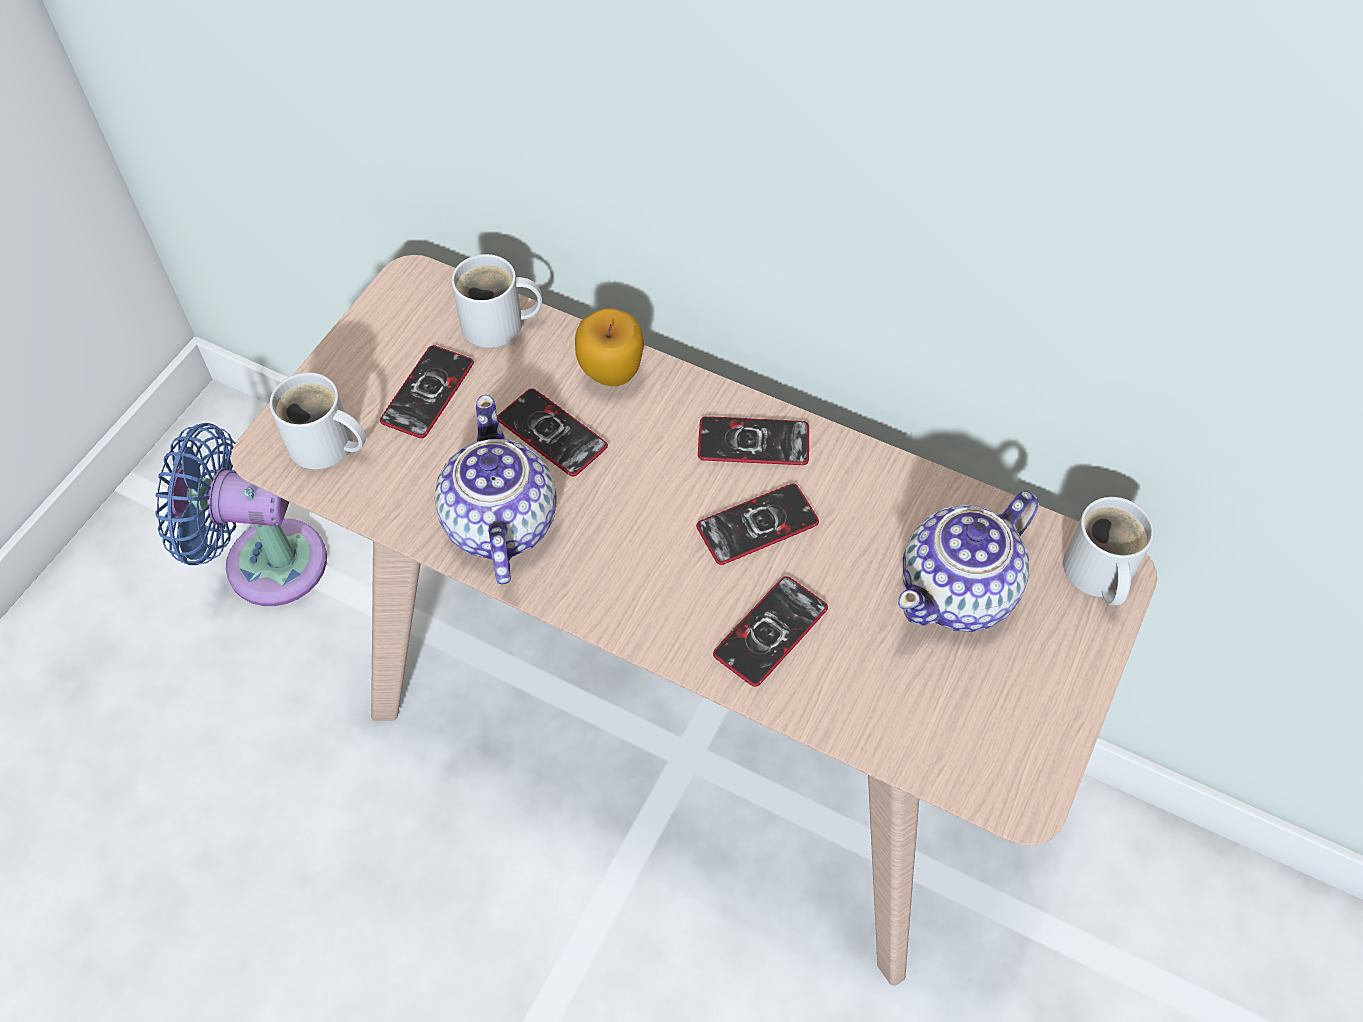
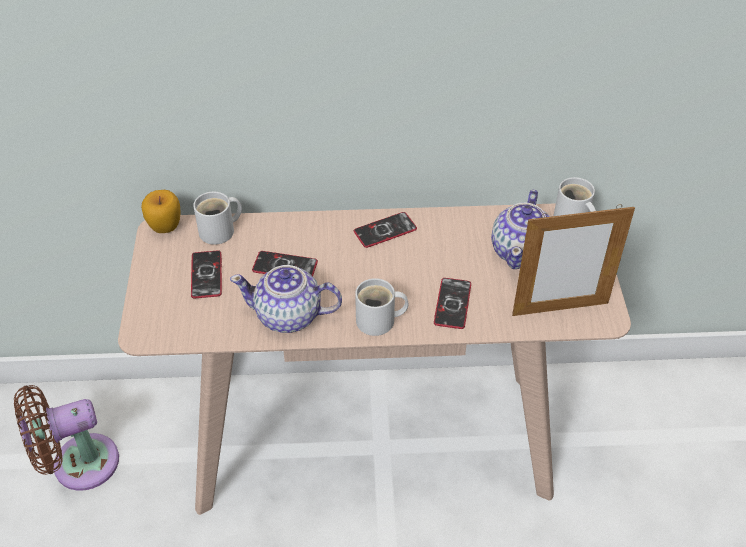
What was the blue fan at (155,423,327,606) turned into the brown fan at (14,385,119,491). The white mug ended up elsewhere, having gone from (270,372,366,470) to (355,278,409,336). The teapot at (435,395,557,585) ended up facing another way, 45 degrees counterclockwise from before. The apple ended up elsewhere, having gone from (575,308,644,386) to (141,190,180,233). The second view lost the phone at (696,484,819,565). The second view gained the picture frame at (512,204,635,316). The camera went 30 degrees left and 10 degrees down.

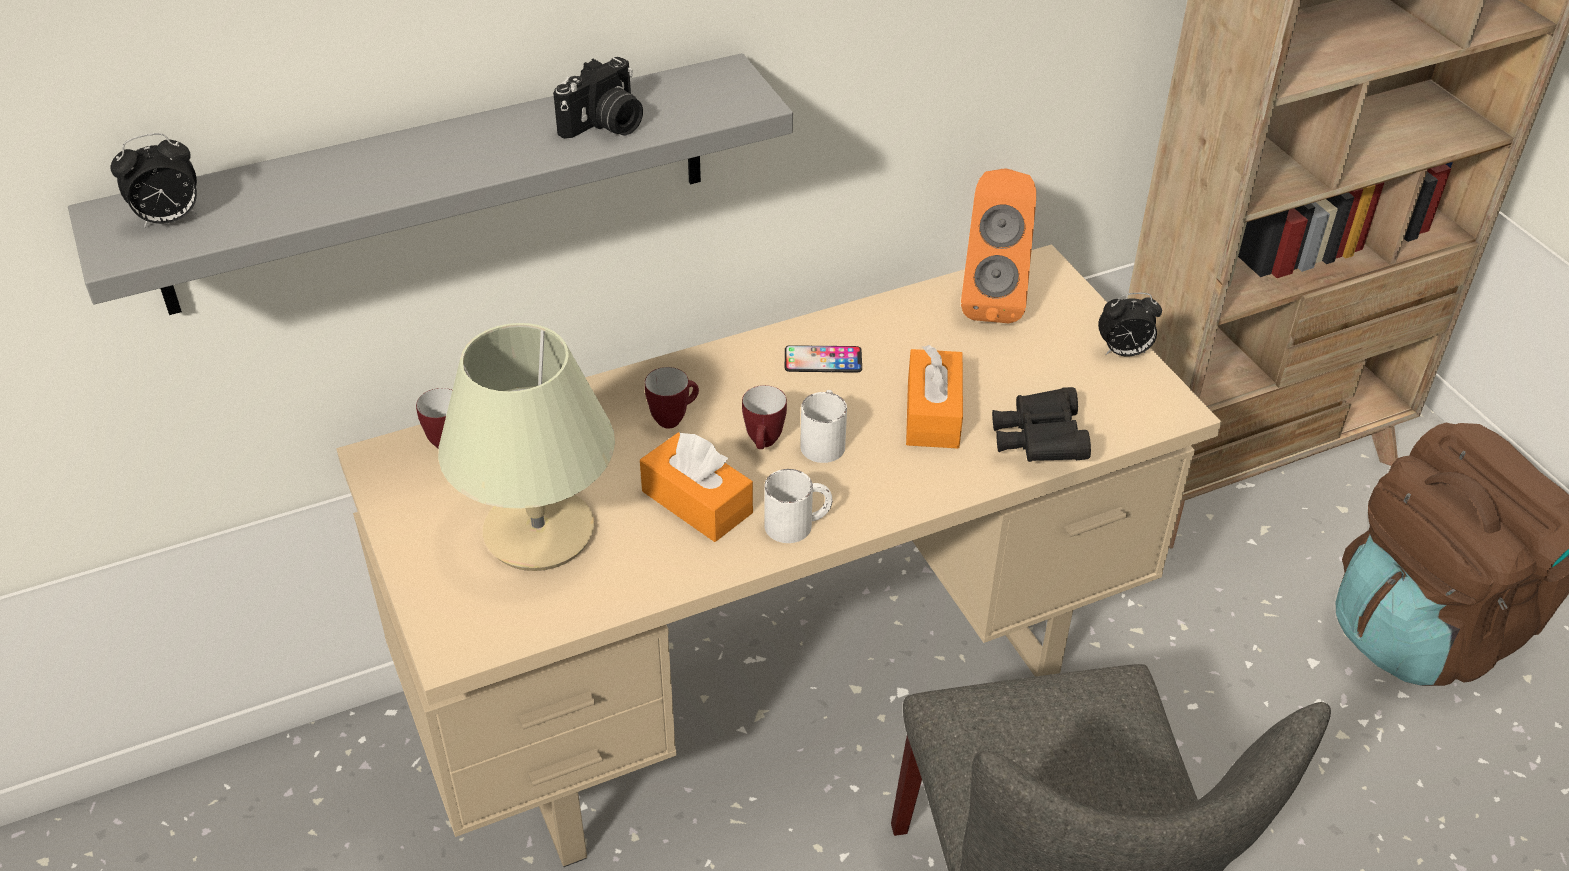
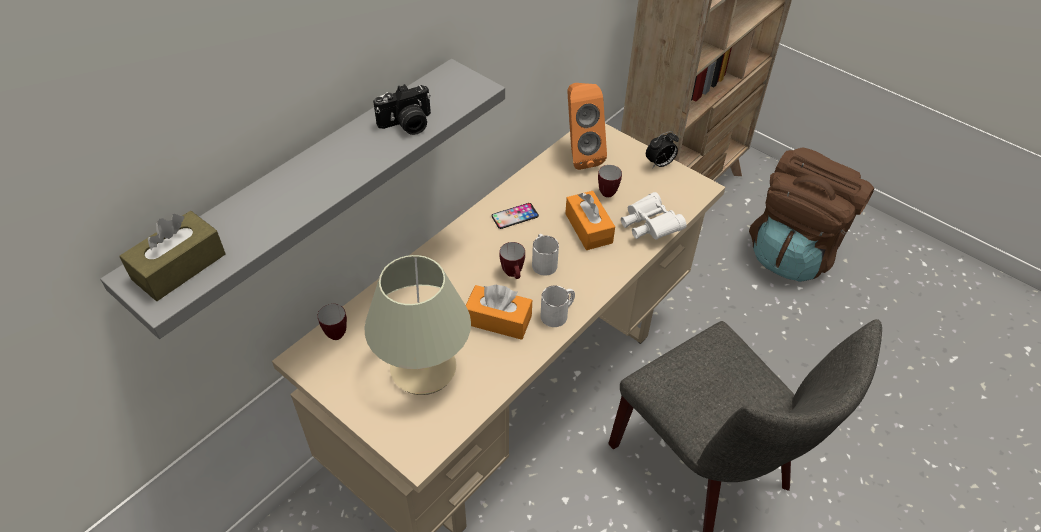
Where the alarm clock stood at (110,133,197,228), the brown tissue box came to stand at (119,211,226,301). The photo camera at (553,57,643,139) ended up facing another way, 45 degrees clockwise from before. The mug ended up elsewhere, having gone from (645,367,699,429) to (598,165,622,198). What was the black binoculars at (992,387,1091,462) turned into the white binoculars at (621,192,686,240). The camera went 25 degrees left and 5 degrees up.

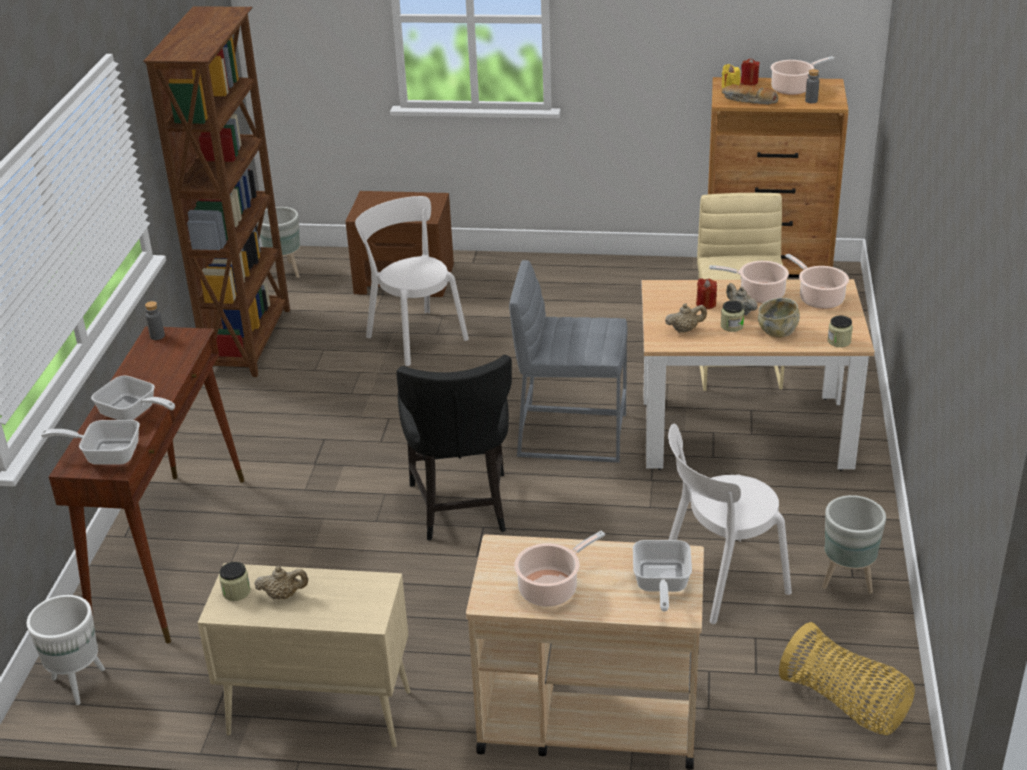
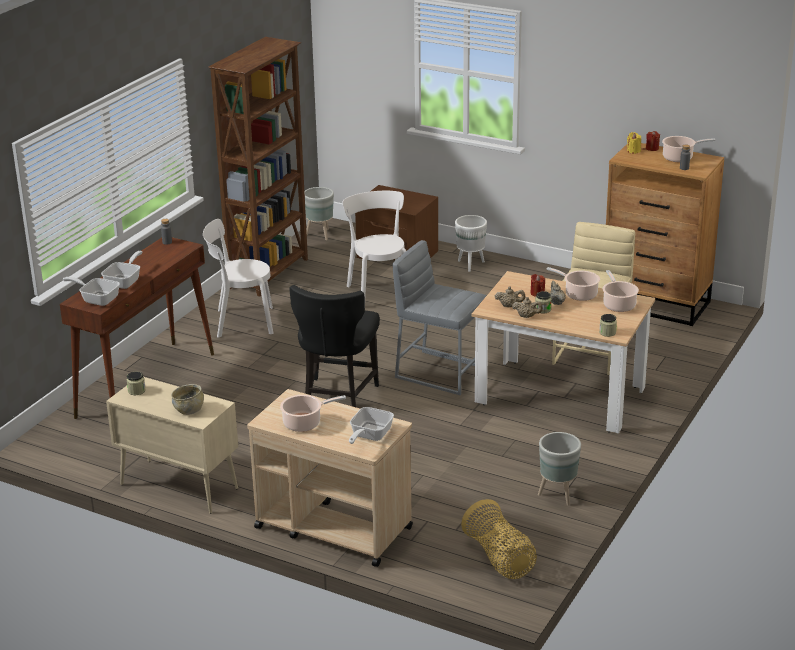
The white planter ended up elsewhere, having gone from (27,595,105,705) to (455,215,487,272). The frying pan at (91,375,175,420) ended up facing another way, 120 degrees counterclockwise from before. The beige teapot ended up elsewhere, having gone from (254,566,309,600) to (512,297,543,318). The white chair ended up elsewhere, having gone from (668,423,792,624) to (203,219,273,337). The second view lost the bread at (722,84,778,105). The beige bowl ended up elsewhere, having gone from (758,298,800,338) to (171,384,204,415). The camera went 20 degrees right and 5 degrees down.

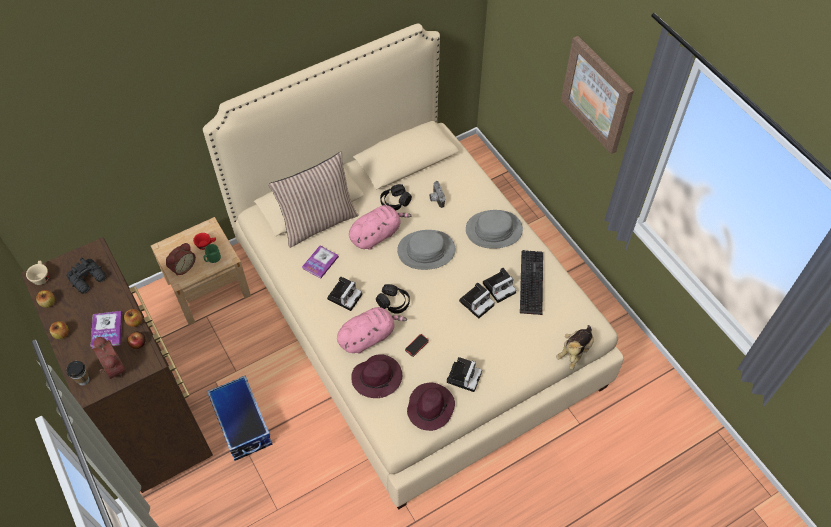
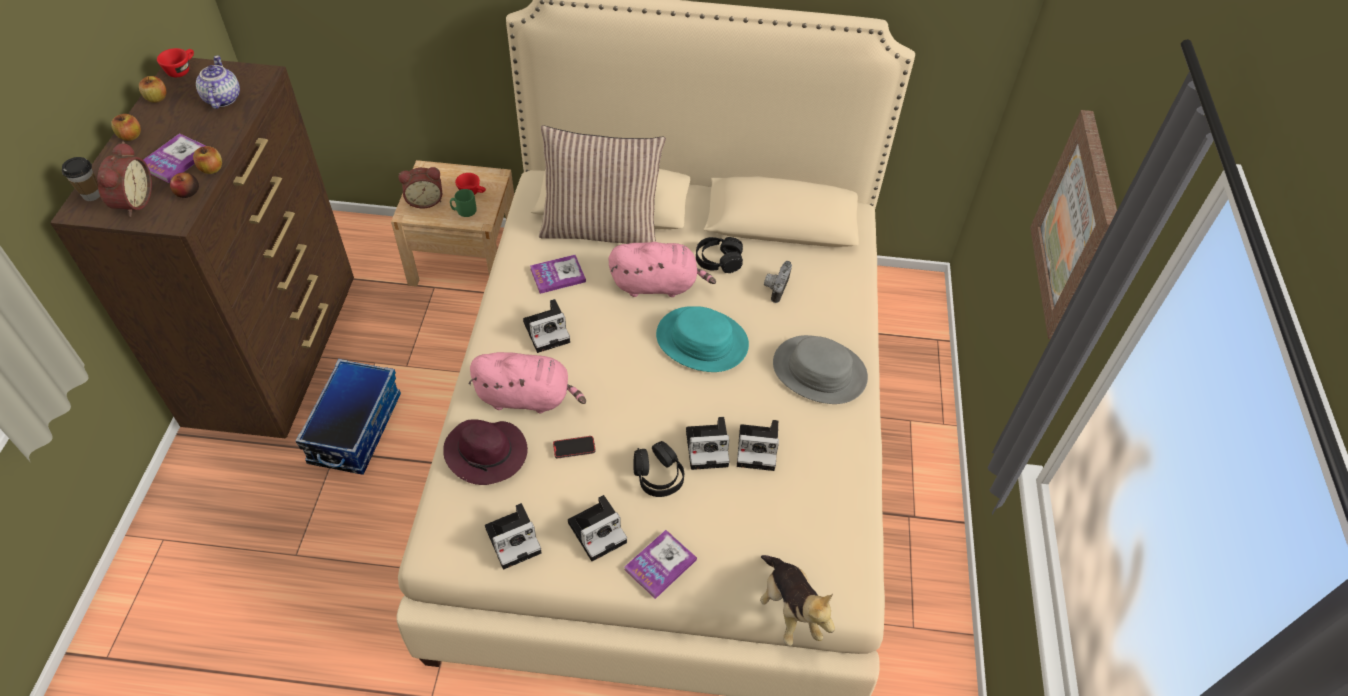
What was the beige cup at (26,261,49,285) turned into the red cup at (157,48,194,77). Where the black binoculars stood at (66,258,107,294), the teapot came to stand at (196,55,240,109). The black headphones ended up elsewhere, having gone from (376,284,410,314) to (633,441,684,497). What was the grey hat at (397,230,455,270) turned into the turquoise hat at (656,306,749,372). Where the purple hat stood at (407,383,455,431), the photo camera came to stand at (485,503,542,569). The second view lost the keyboard at (520,250,543,315). The plush toy at (556,325,594,370) ended up facing another way, 90 degrees counterclockwise from before. The second view gained the book at (624,530,697,599). The camera went 35 degrees right and 5 degrees down.

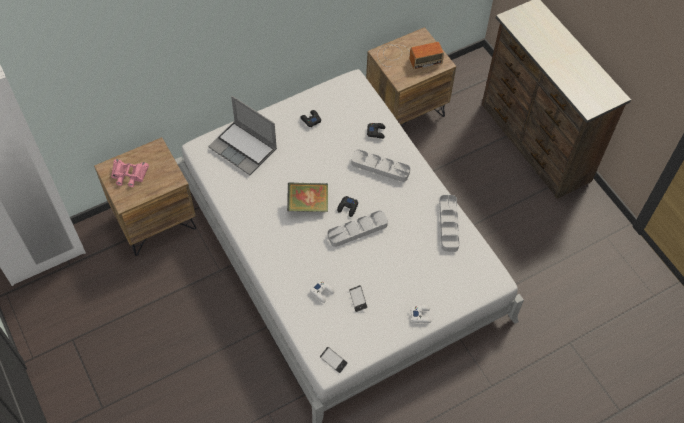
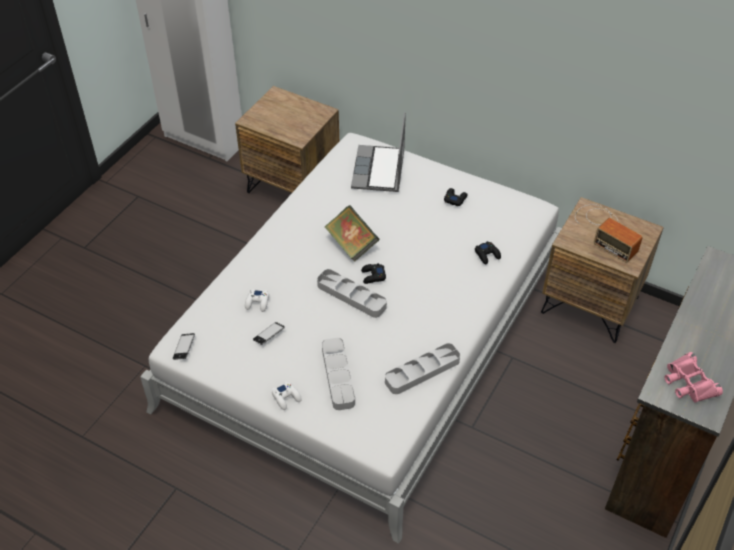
The pink binoculars ended up elsewhere, having gone from (111,159,149,187) to (664,352,723,403). The grey tray ended up elsewhere, having gone from (351,149,411,182) to (322,338,355,410). The camera went 60 degrees right and 10 degrees down.

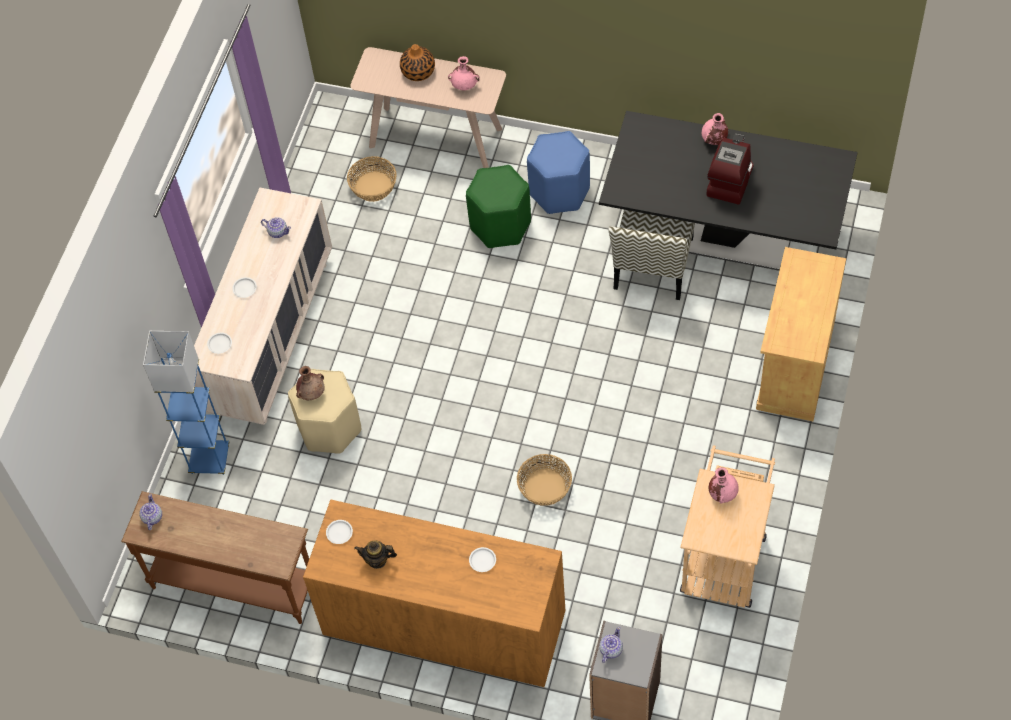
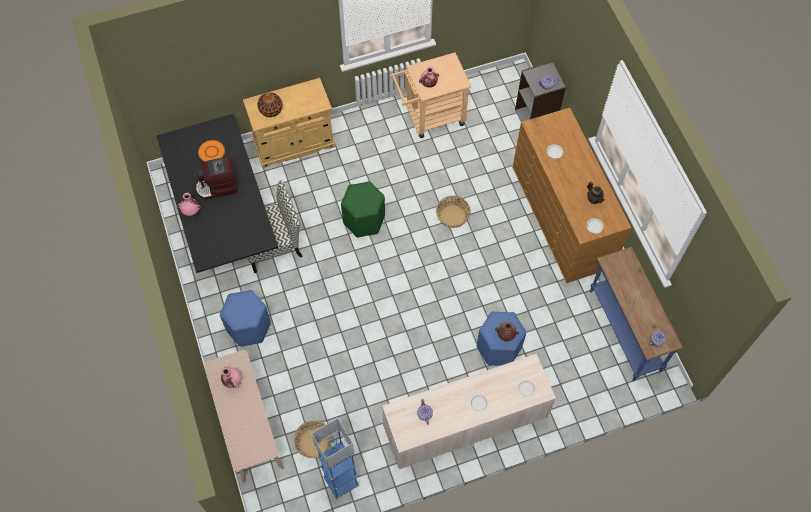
What was the brown console table at (121,491,309,624) turned into the blue console table at (590,247,683,381). The blue floor lamp ended up elsewhere, having gone from (143,331,229,475) to (311,418,359,499). What was the beige stool at (288,369,361,454) turned into the blue stool at (477,311,526,366). The vase ended up elsewhere, having gone from (400,44,435,81) to (258,92,283,117). The green stool ended up elsewhere, having gone from (466,165,531,248) to (341,181,385,237). The second view gained the orange plate at (198,140,225,162). The camera went 130 degrees left and 5 degrees up.

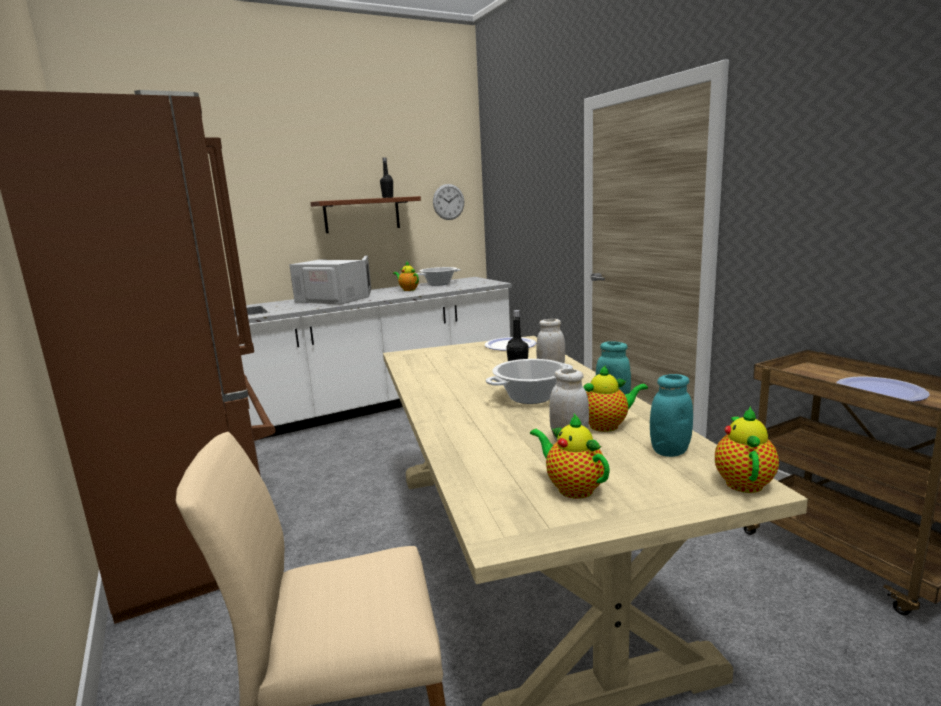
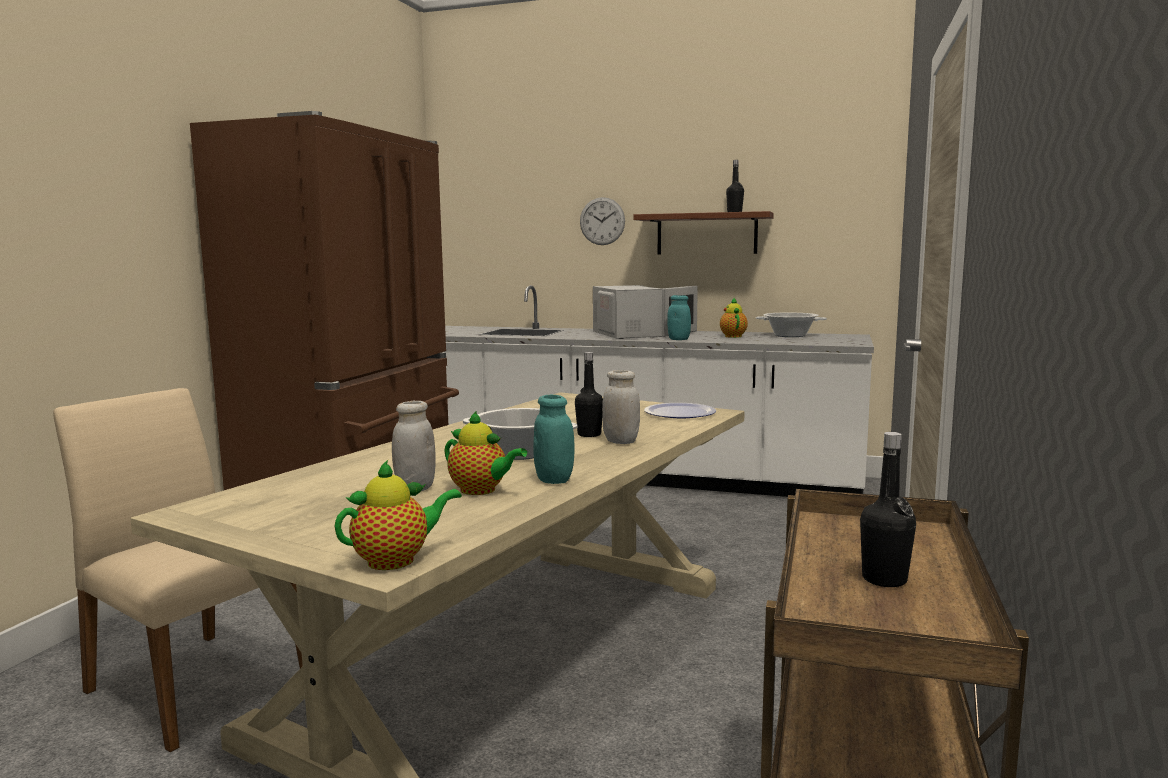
The wall clock ended up elsewhere, having gone from (433,184,464,220) to (580,197,625,245). The second view lost the teapot at (530,414,610,499). The turquoise jar ended up elsewhere, having gone from (650,374,693,457) to (667,295,691,340). Where the plate stood at (836,376,930,402), the black bottle came to stand at (860,432,916,587). The camera went 45 degrees right and 5 degrees down.

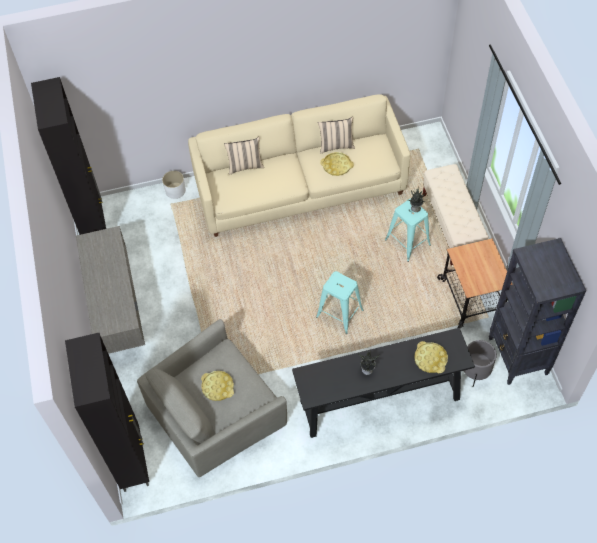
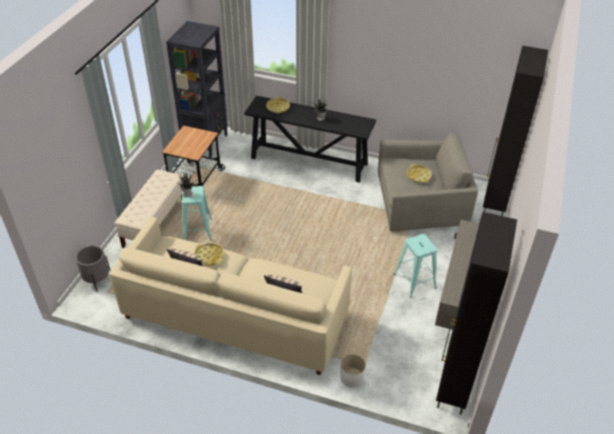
The turquoise stool ended up elsewhere, having gone from (316,271,364,334) to (394,234,437,297). The grey planter ended up elsewhere, having gone from (464,340,497,387) to (76,246,110,292). The camera went 150 degrees left and 15 degrees down.

